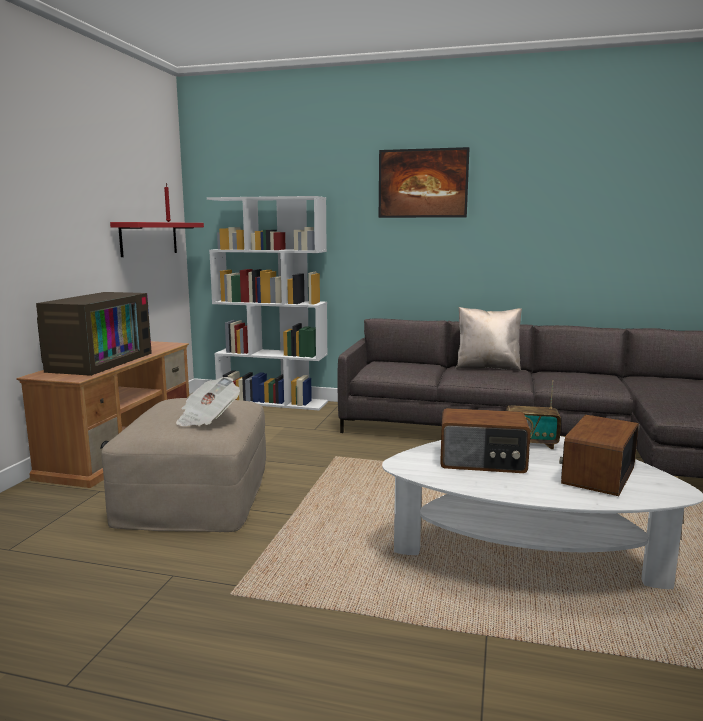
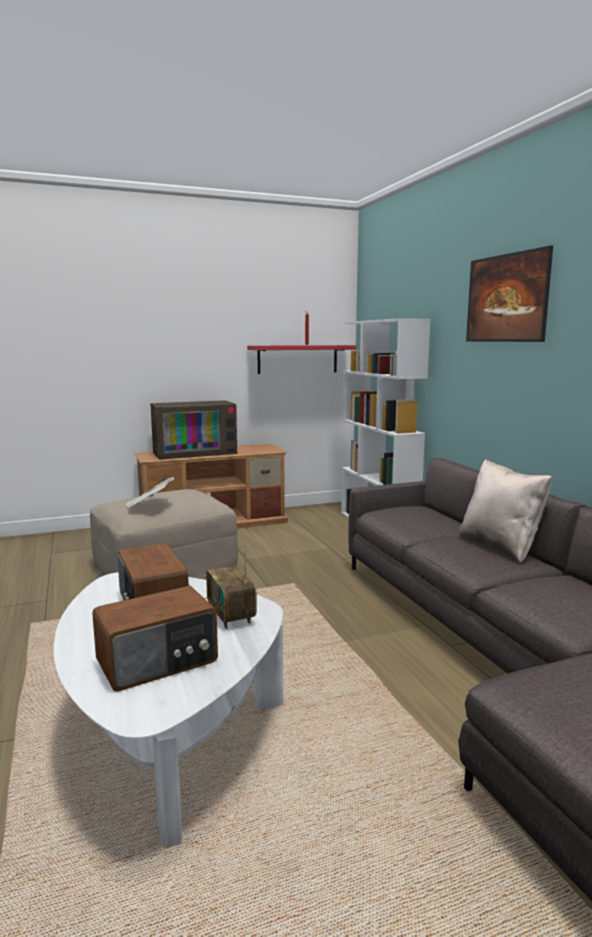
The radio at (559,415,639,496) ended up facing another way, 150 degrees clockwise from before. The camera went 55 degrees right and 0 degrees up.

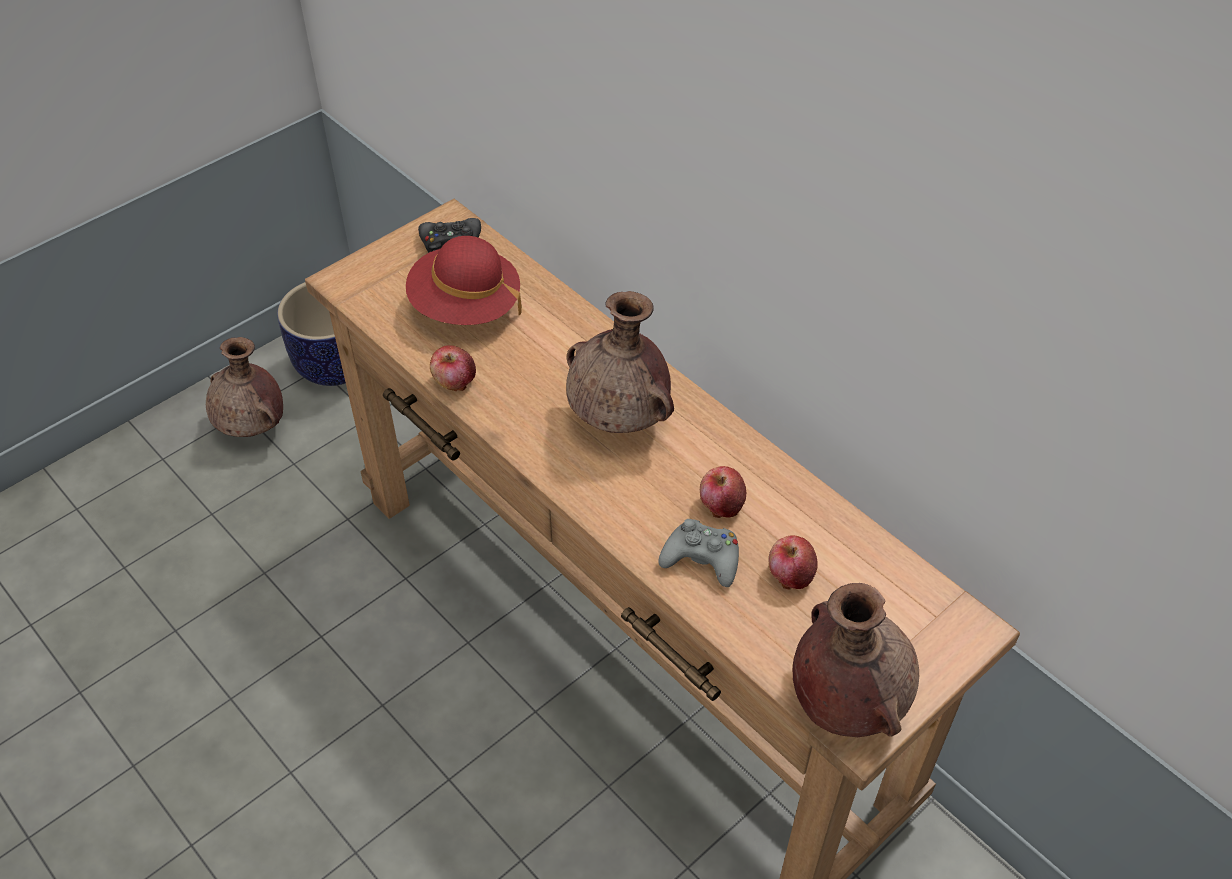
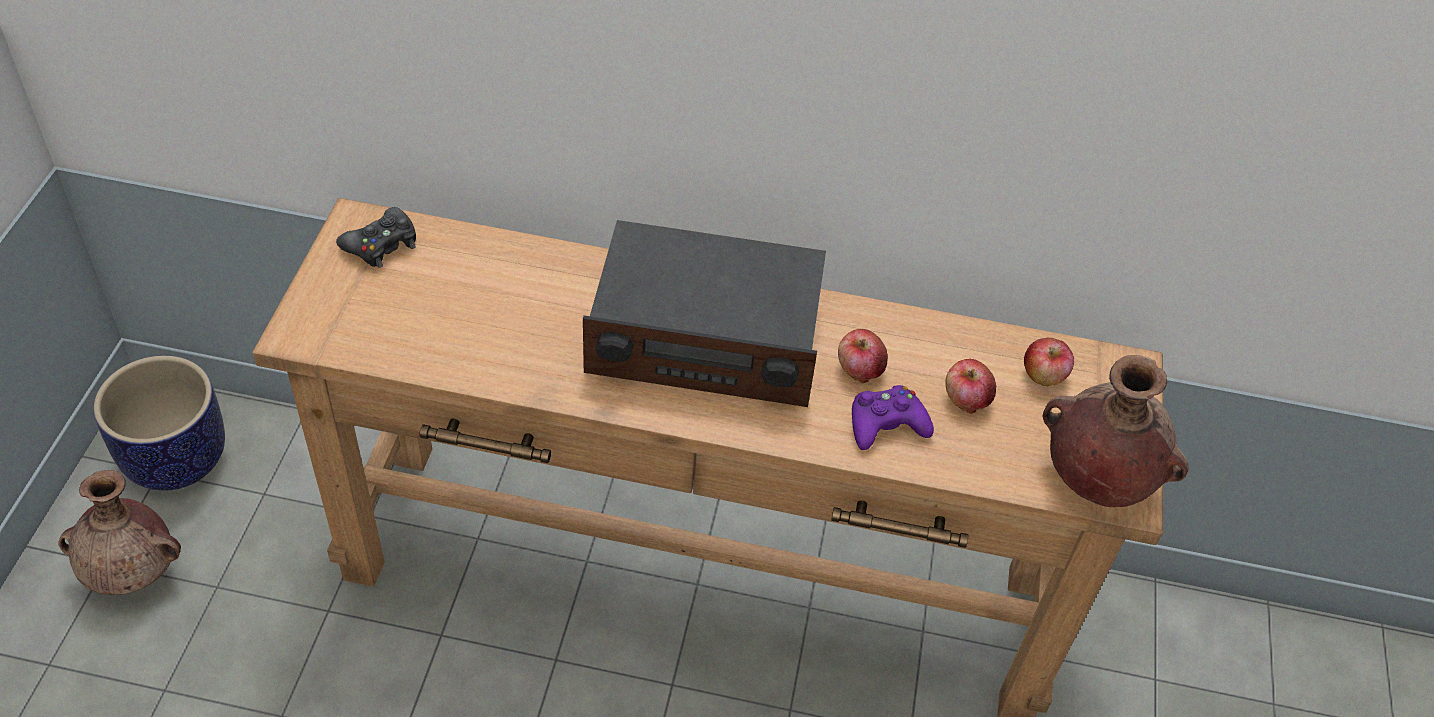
The second view lost the red hat at (406,236,522,325). The apple ended up elsewhere, having gone from (430,345,476,391) to (1024,338,1074,386). Where the brown vase stood at (566,291,674,433), the radio came to stand at (583,220,826,407). What was the grey game controller at (658,519,739,587) turned into the purple game controller at (852,385,934,450). The camera went 40 degrees left and 0 degrees up.

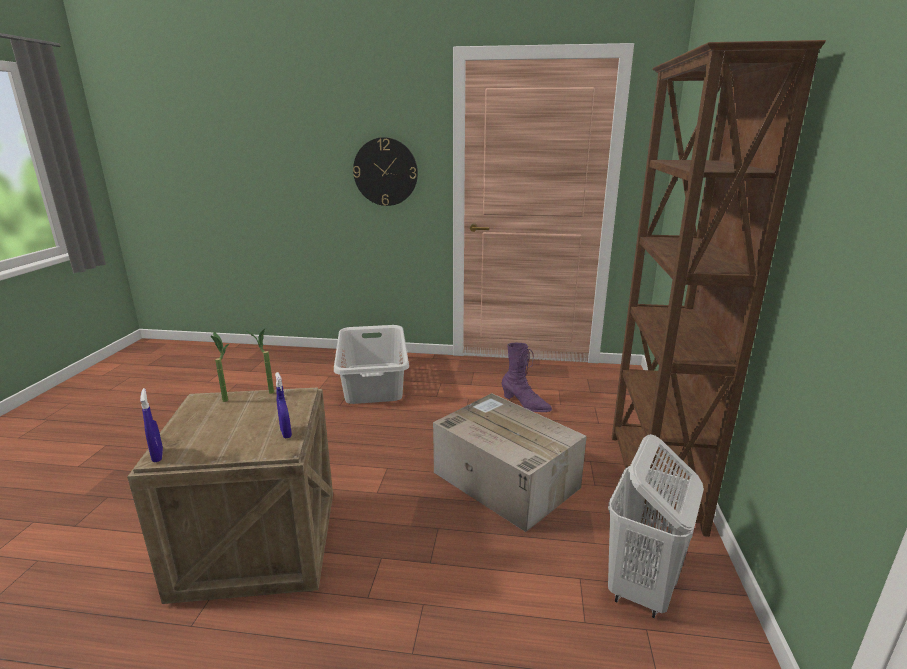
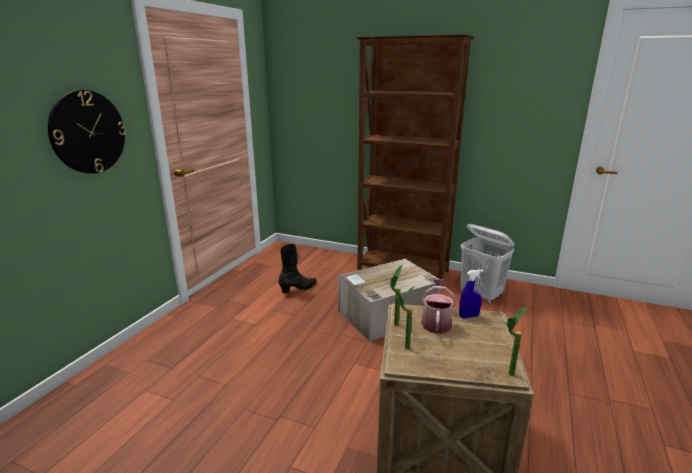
Where the blue spray bottle stood at (140,388,163,462), the potted plant came to stand at (502,307,527,376). The second view lost the grey laundry basket at (334,325,409,404). What was the purple boot at (502,343,552,412) turned into the black boot at (278,244,317,293). The second view gained the watering can at (421,279,456,334). The camera went 75 degrees left and 0 degrees up.

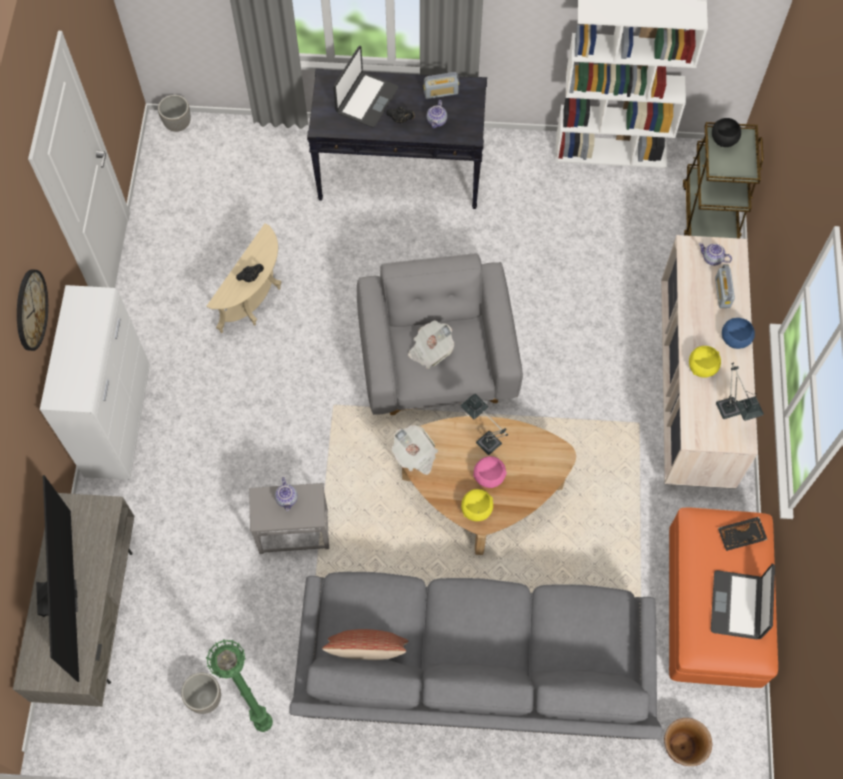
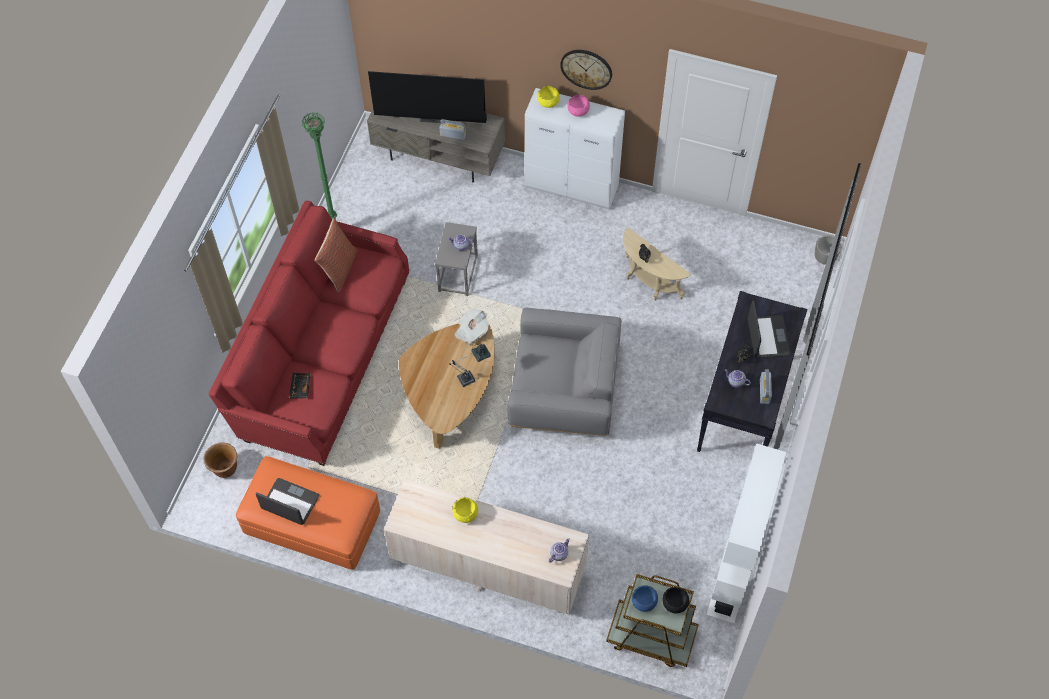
The second view lost the planter at (181,673,221,714). What was the grey sofa at (289,572,662,740) turned into the red sofa at (209,201,410,466). The laptop at (333,46,399,128) ended up facing another way, 135 degrees counterclockwise from before. The second view lost the newspaper at (408,320,454,369). The yellow bowl ended up elsewhere, having gone from (461,489,493,521) to (537,86,560,108). The pink bowl ended up elsewhere, having gone from (473,456,507,488) to (567,95,590,117). The radio ended up elsewhere, having gone from (715,264,735,308) to (439,119,466,140). The second view lost the table lamp at (716,362,764,421). The black tray ended up elsewhere, having gone from (718,517,768,551) to (289,373,311,399). The blue bowl ended up elsewhere, having gone from (722,318,755,349) to (632,585,658,612). The camera went 105 degrees right and 5 degrees down.

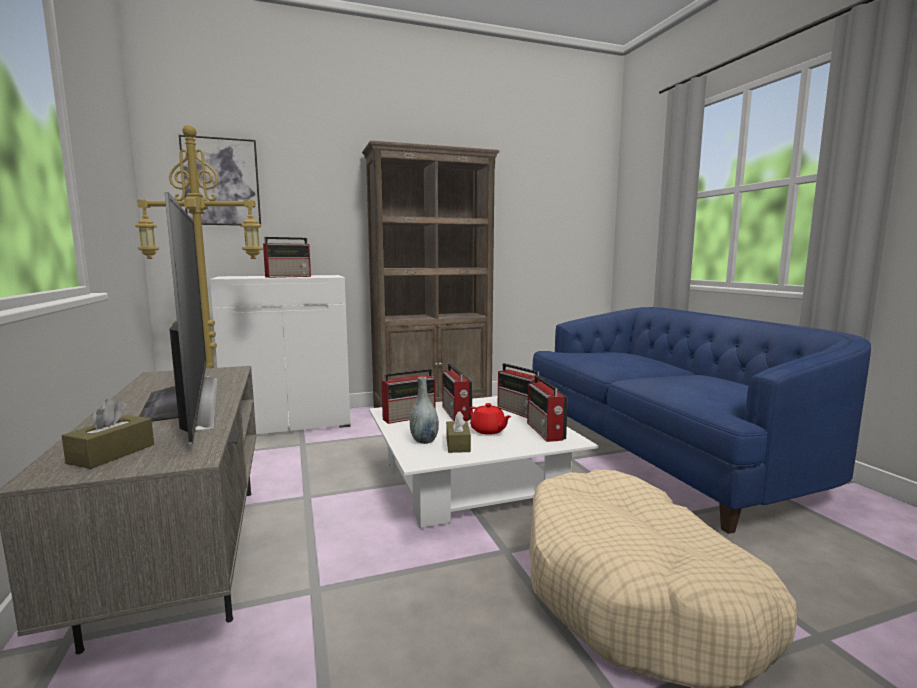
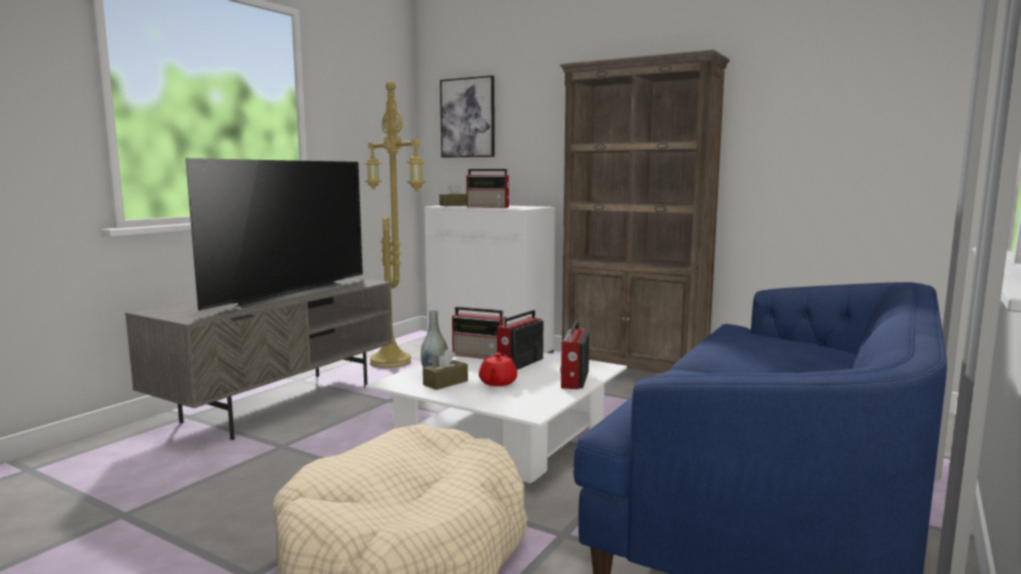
The brown tissue box ended up elsewhere, having gone from (62,399,154,469) to (439,183,467,206). The second view lost the radio at (527,375,568,442). The camera went 50 degrees right and 0 degrees up.

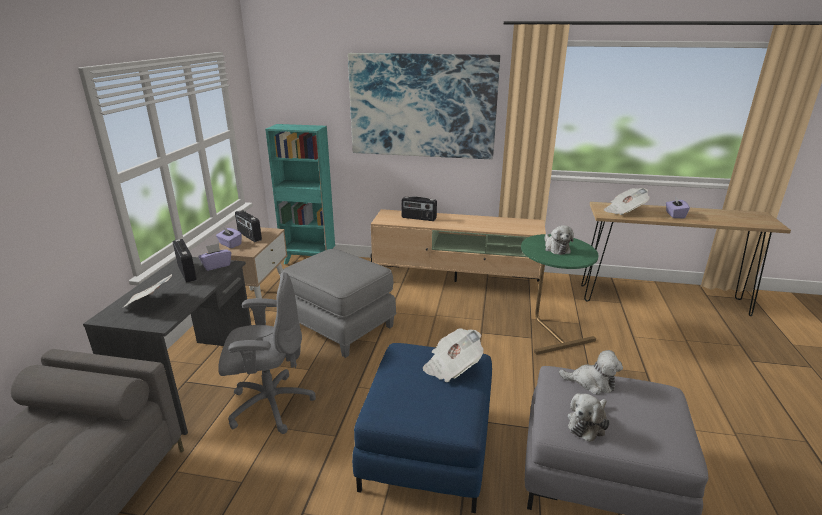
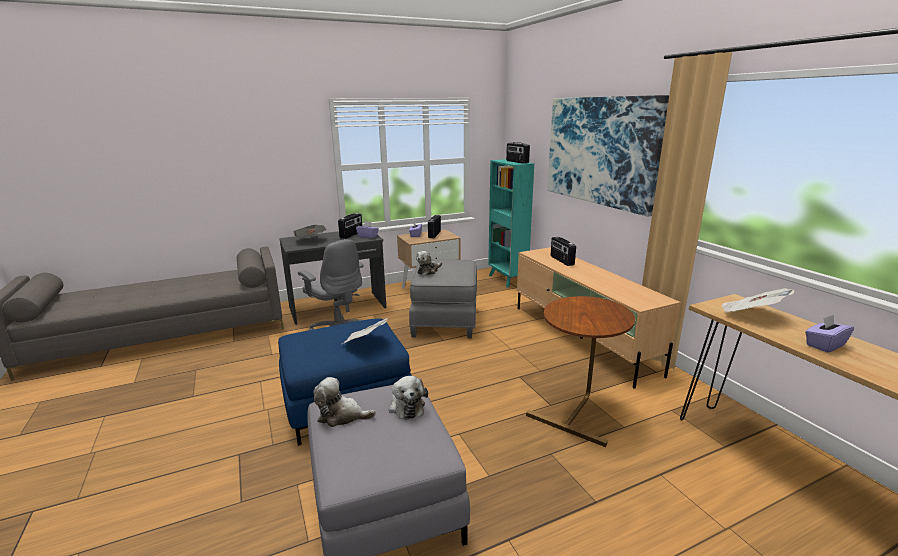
What was the green side table at (521,234,598,355) turned into the brown side table at (526,296,635,447). The plush toy ended up elsewhere, having gone from (545,225,574,255) to (416,251,442,276). The second view gained the radio at (506,142,530,164). The camera went 55 degrees right and 5 degrees down.

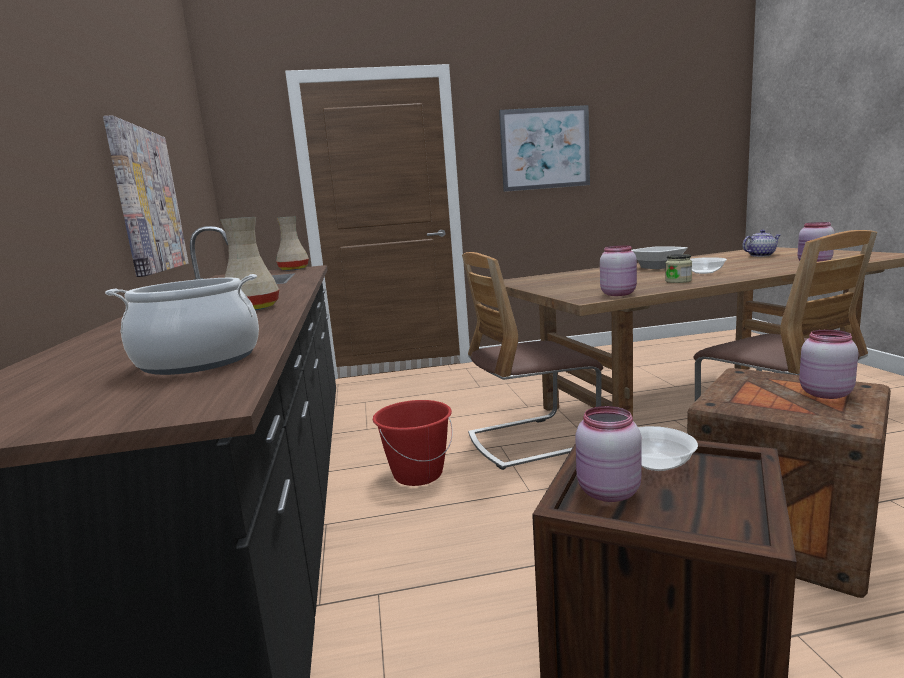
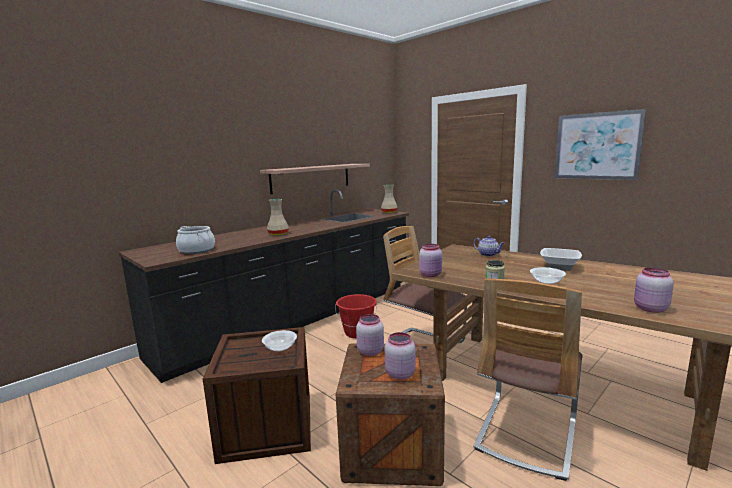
Where the picture hung at (103,115,188,277), the shelf came to hang at (260,164,370,194). The pink jar ended up elsewhere, having gone from (575,406,641,502) to (356,314,384,356). The teapot ended up elsewhere, having gone from (742,230,780,257) to (473,236,505,256). The camera went 55 degrees right and 0 degrees up.

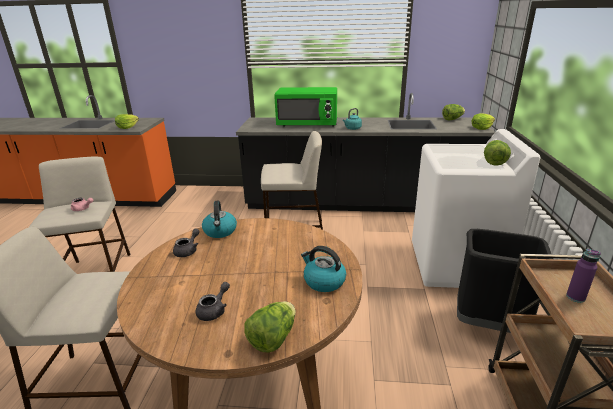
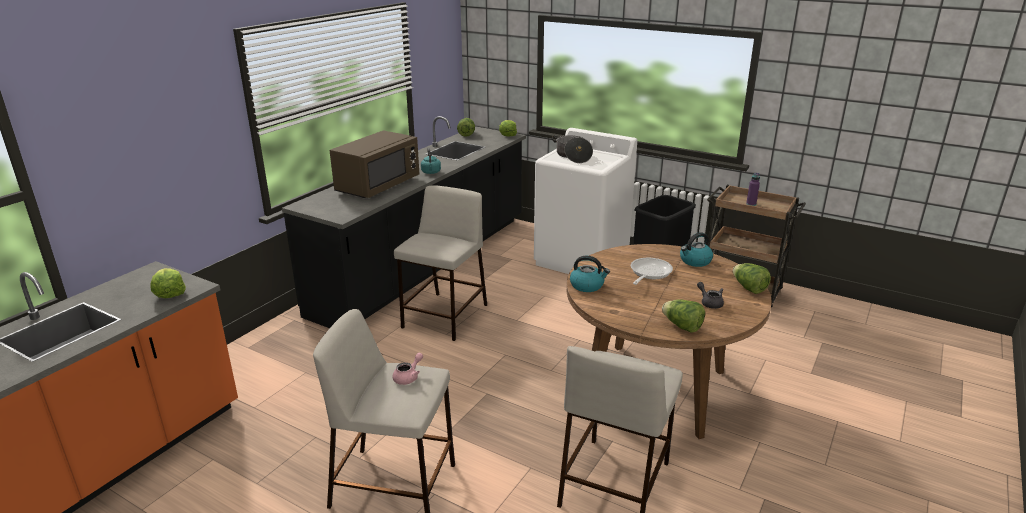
The second view lost the grey teapot at (173,228,200,257). What was the green microwave at (274,87,337,127) turned into the brown microwave at (330,130,419,198). The lettuce ended up elsewhere, having gone from (484,140,511,166) to (662,299,705,333). The second view gained the cooking pot at (552,135,593,163). The second view gained the frying pan at (631,258,673,285). The camera went 65 degrees left and 0 degrees up.

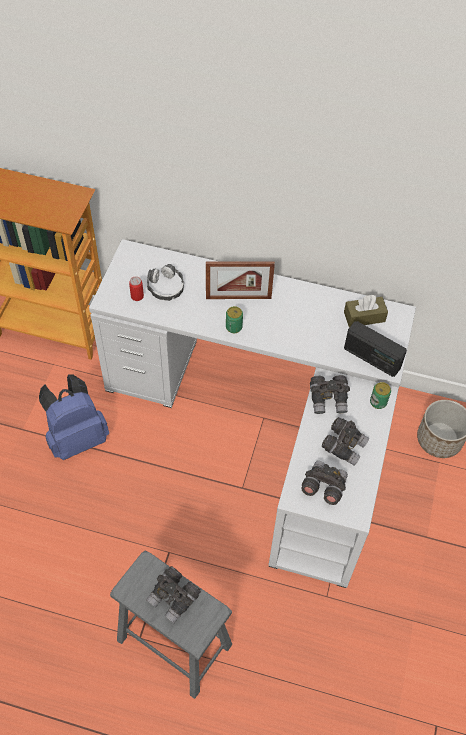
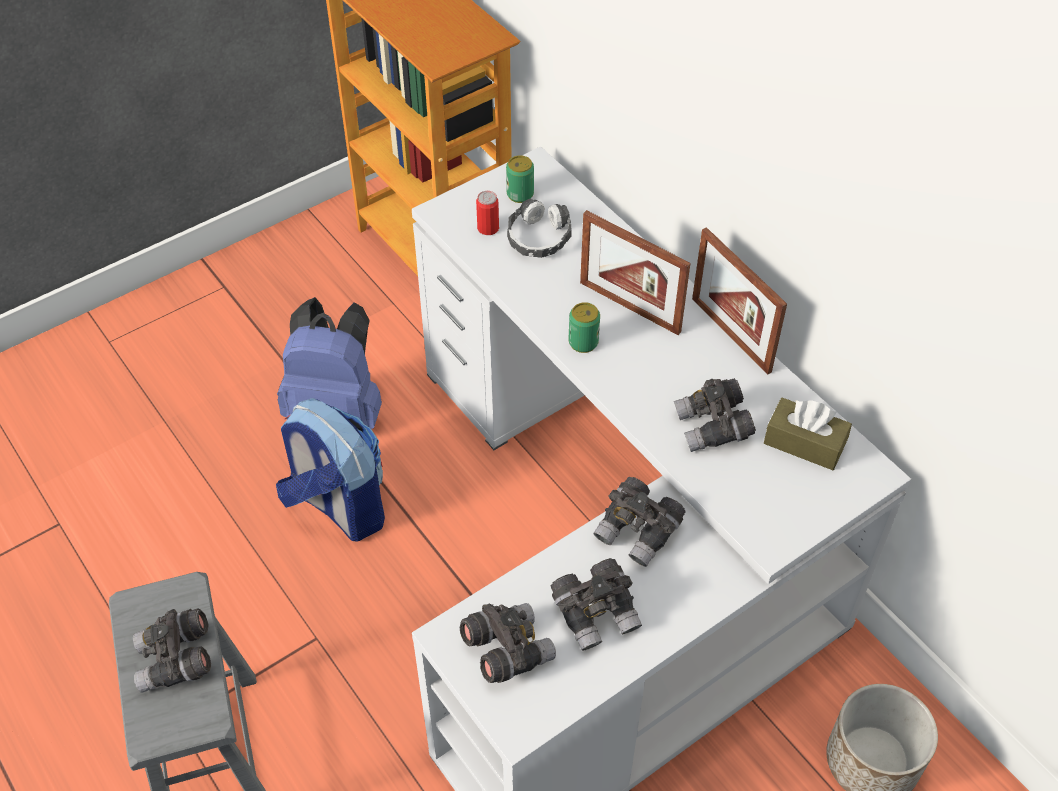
The second view lost the radio at (344,321,407,377). The can ended up elsewhere, having gone from (370,382,391,409) to (506,155,534,203). The second view gained the backpack at (276,398,385,542). The second view gained the grey binoculars at (674,378,756,452). The second view gained the picture frame at (692,227,787,375). The camera went 40 degrees right and 5 degrees down.

